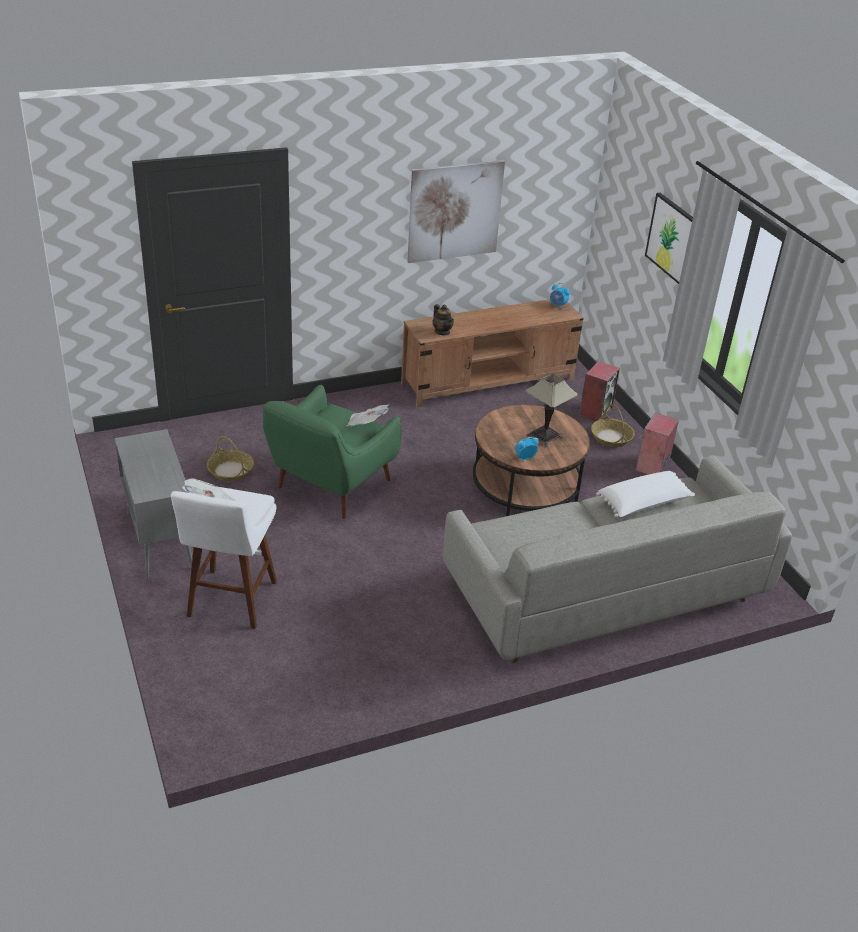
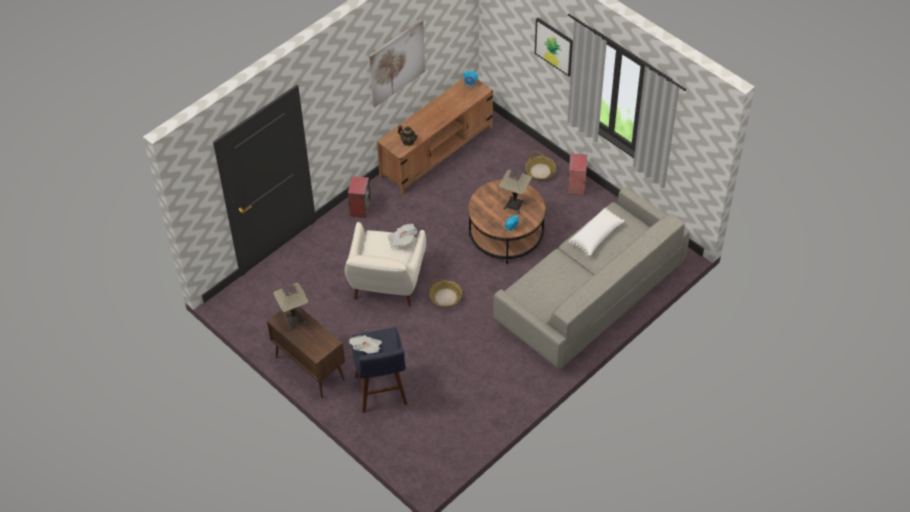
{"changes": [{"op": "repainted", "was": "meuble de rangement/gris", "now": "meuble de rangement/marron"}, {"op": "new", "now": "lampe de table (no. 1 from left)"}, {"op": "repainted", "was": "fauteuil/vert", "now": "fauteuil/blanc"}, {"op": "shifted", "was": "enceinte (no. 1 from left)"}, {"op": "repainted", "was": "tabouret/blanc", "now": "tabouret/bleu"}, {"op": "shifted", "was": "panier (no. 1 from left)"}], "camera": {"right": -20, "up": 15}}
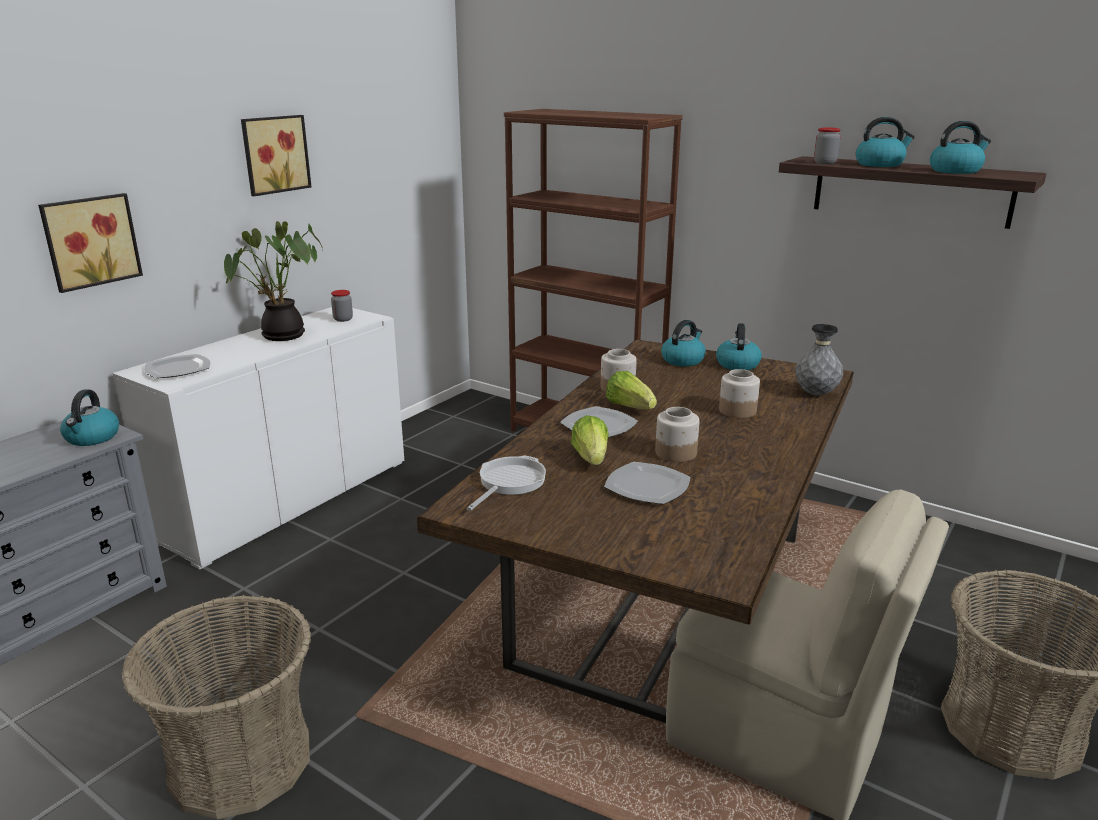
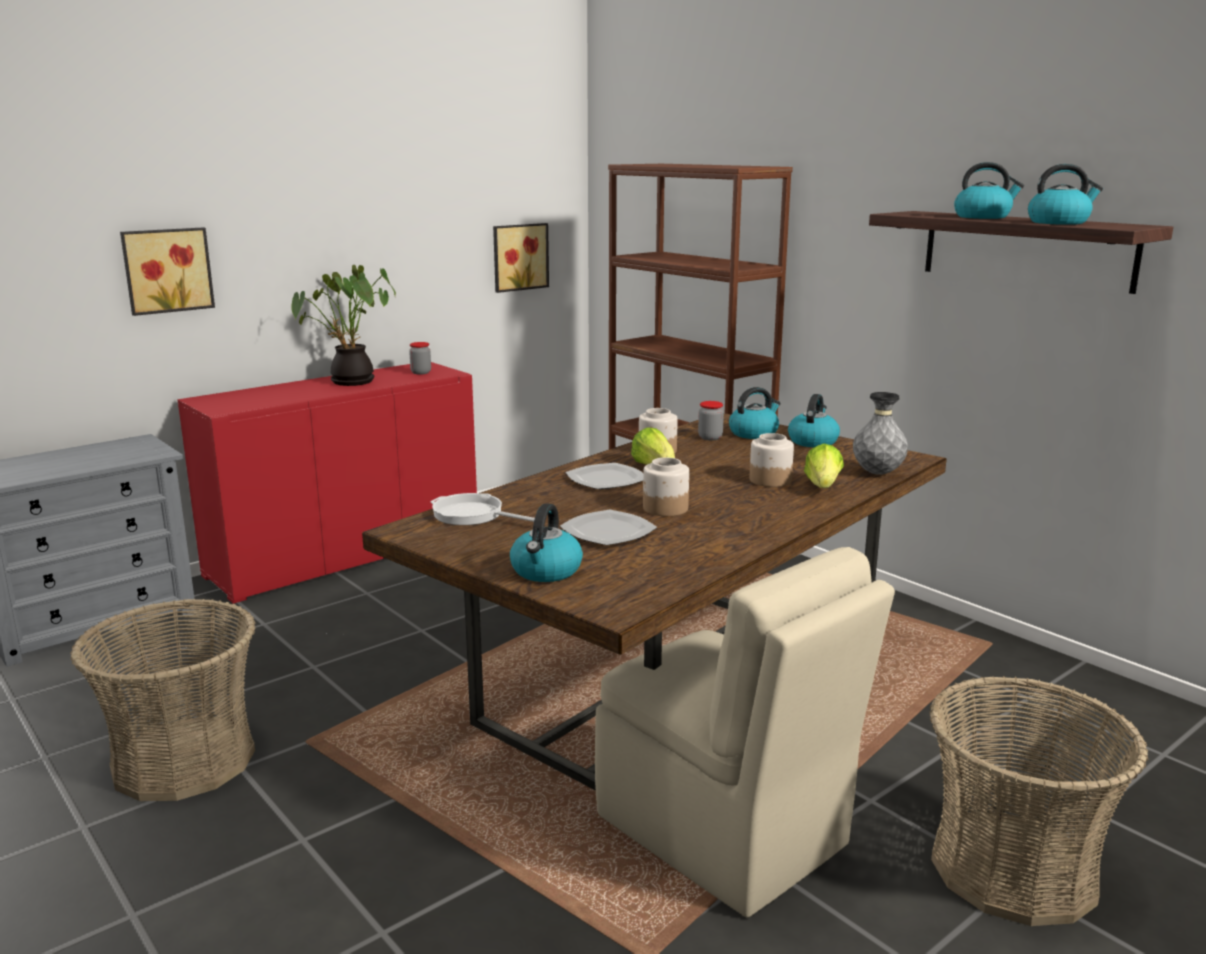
{"changes": [{"op": "repainted", "was": "meuble de rangement/blanc", "now": "meuble de rangement/rouge"}, {"op": "rotated", "was": "poêle", "clockwise": -105}, {"op": "shifted", "was": "tableau (no. 2 from left)"}, {"op": "shifted", "was": "bouilloire (no. 1 from left)"}, {"op": "shifted", "was": "bocal (no. 5 from left in the first image)", "now": "bocal (no. 4 from left)"}, {"op": "shifted", "was": "laitue (no. 1 from left in the first image)", "now": "laitue (no. 2 from left)"}, {"op": "gone", "was": "assiette (no. 1 from left)"}], "camera": {"right": 15, "up": -5}}
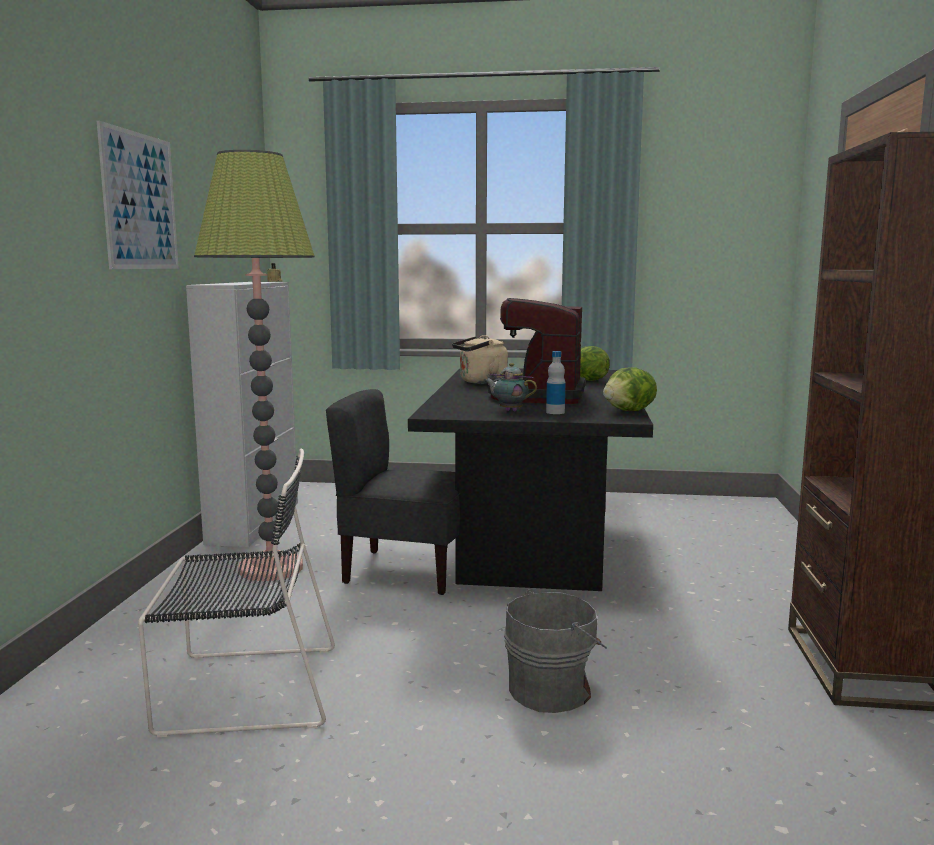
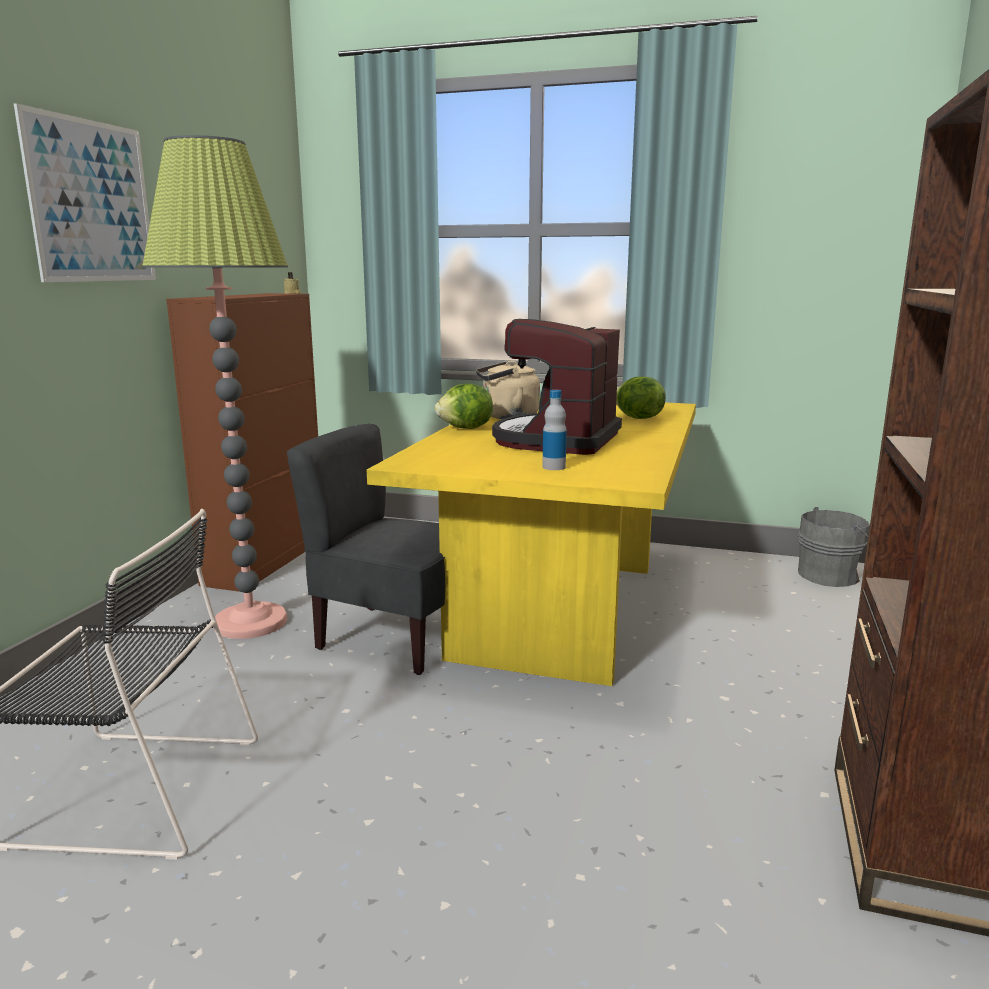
{"changes": [{"op": "repainted", "was": "meuble de rangement/blanc", "now": "meuble de rangement/marron"}, {"op": "repainted", "was": "table à manger/noir", "now": "table à manger/jaune"}, {"op": "shifted", "was": "laitue (no. 2 from left in the first image)", "now": "laitue (no. 1 from left)"}, {"op": "shifted", "was": "seau/gris"}, {"op": "gone", "was": "théière"}], "camera": {"right": 10, "up": 5}}
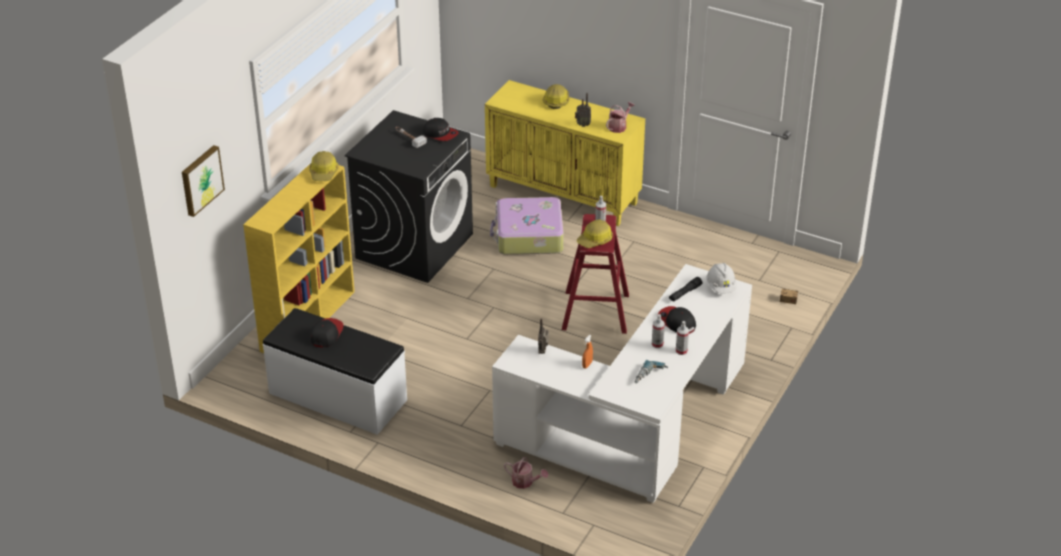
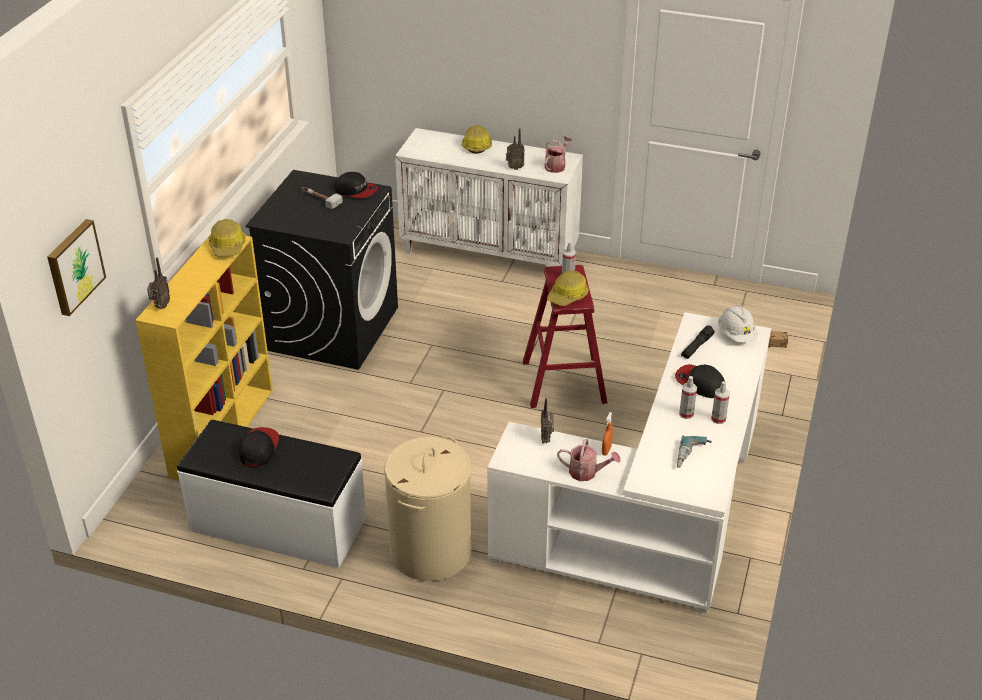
{"changes": [{"op": "new", "now": "radio (no. 1 from left)"}, {"op": "new", "now": "panier à linge/beige"}, {"op": "repainted", "was": "meuble de rangement/jaune", "now": "meuble de rangement/blanc"}, {"op": "shifted", "was": "arrosoir (no. 1 from left in the first image)", "now": "arrosoir (no. 2 from left)"}, {"op": "gone", "was": "valise"}], "camera": {"right": -10, "up": 0}}
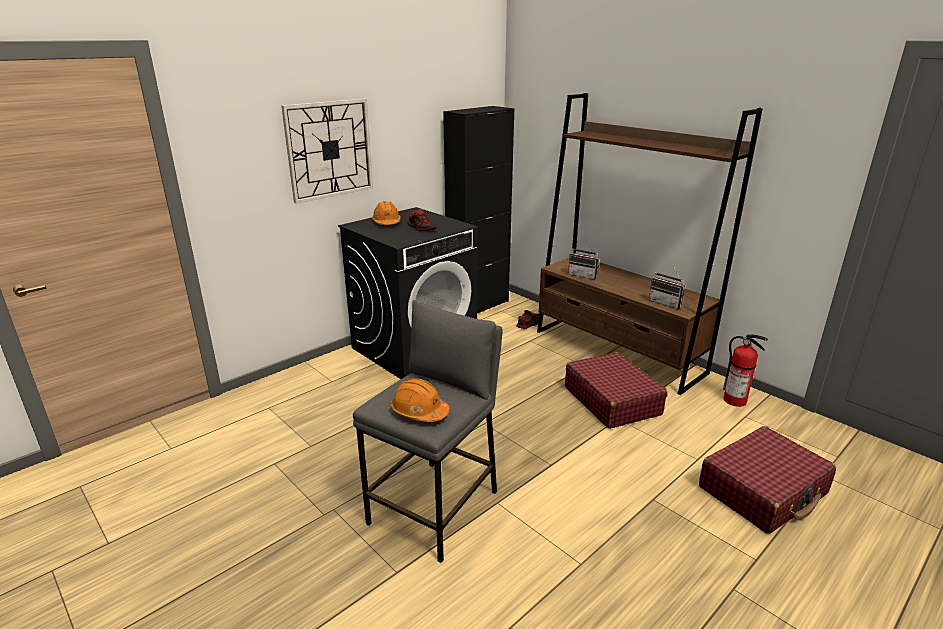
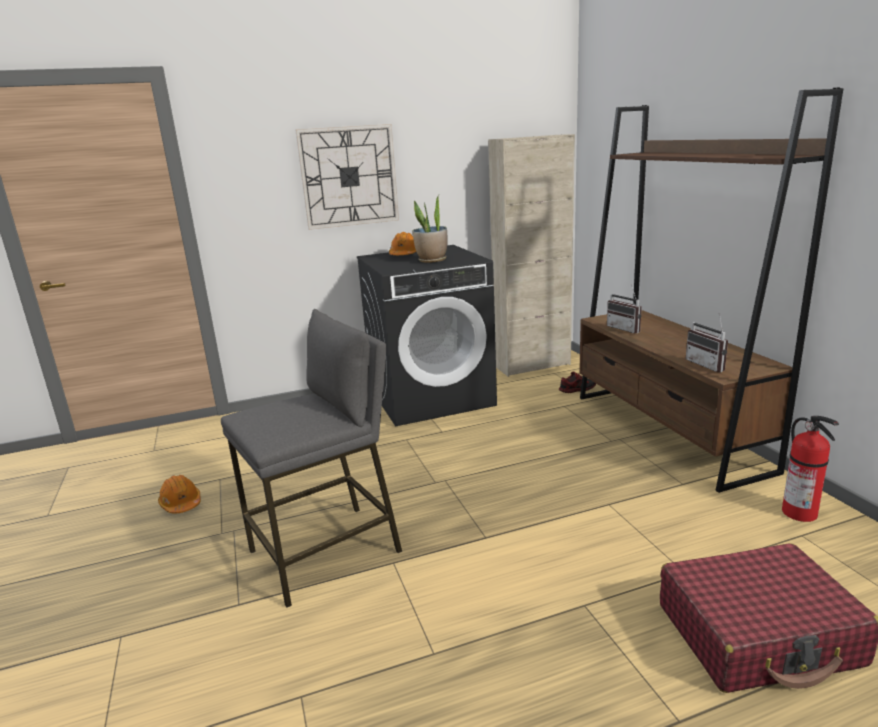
{"changes": [{"op": "shifted", "was": "casque de chantier/orange (no. 2 from left in the first image)", "now": "casque de chantier/orange (no. 1 from left)"}, {"op": "swapped", "was": "chaussure (no. 1 from left)", "now": "plante en pot"}, {"op": "repainted", "was": "meuble de rangement/noir", "now": "meuble de rangement/beige"}, {"op": "gone", "was": "valise/rouge (no. 1 from left)"}], "camera": {"right": 25, "up": -5}}
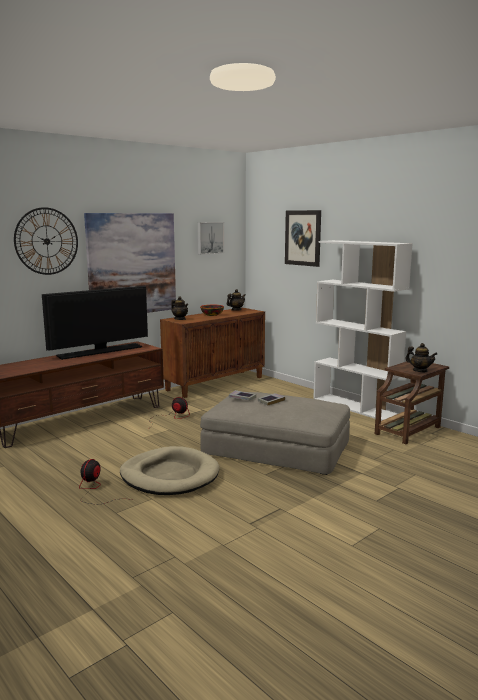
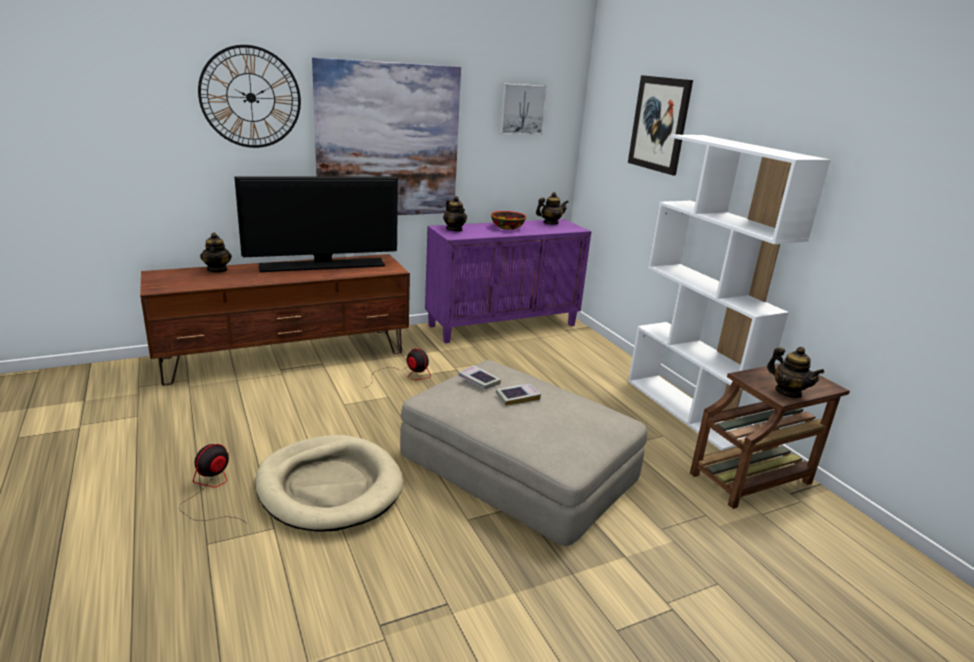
{"changes": [{"op": "new", "now": "théière (no. 1 from left)"}, {"op": "repainted", "was": "meuble de rangement/marron", "now": "meuble de rangement/violet"}], "camera": {"right": 15, "up": 10}}
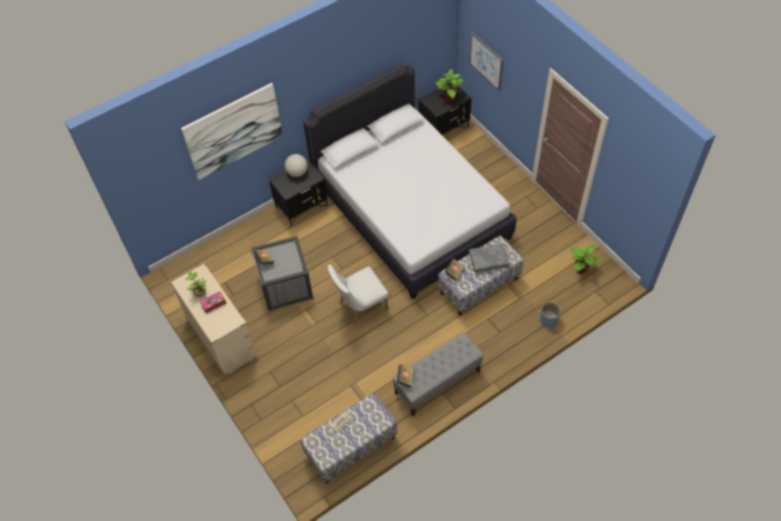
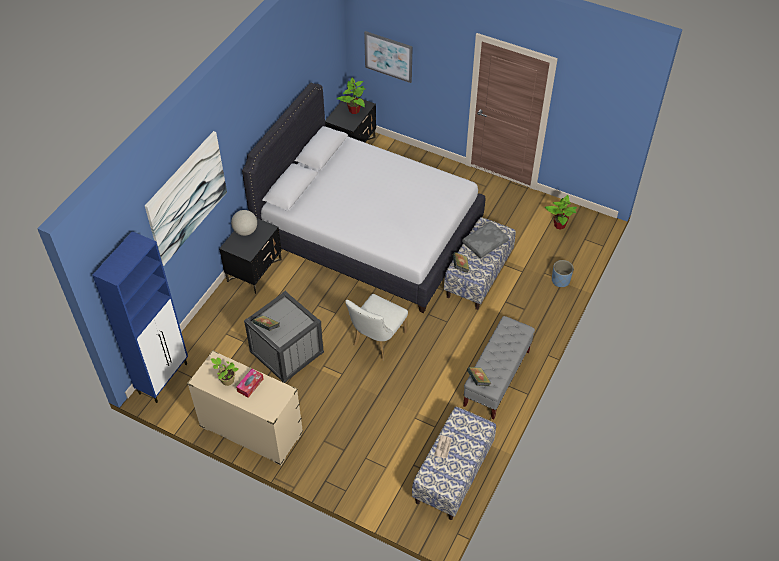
{"changes": [{"op": "new", "now": "meuble de rangement/bleu"}], "camera": {"right": -30, "up": -5}}
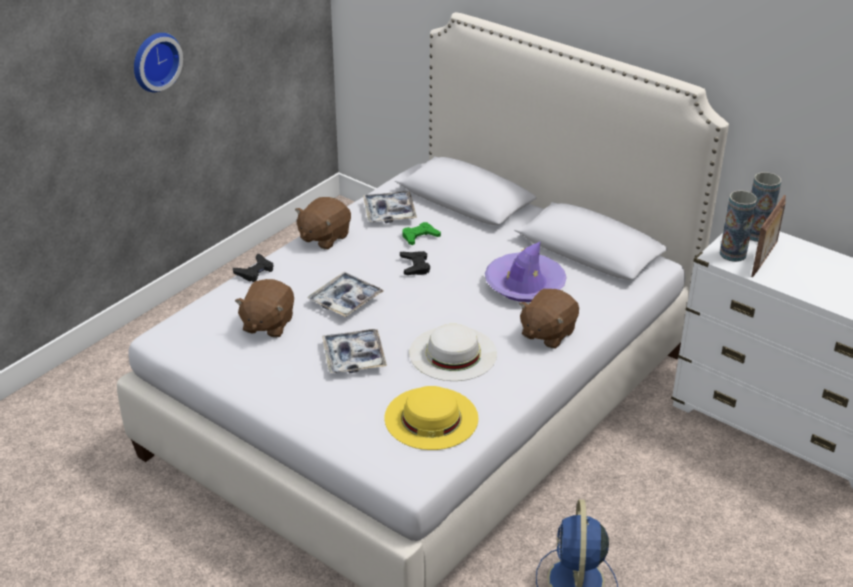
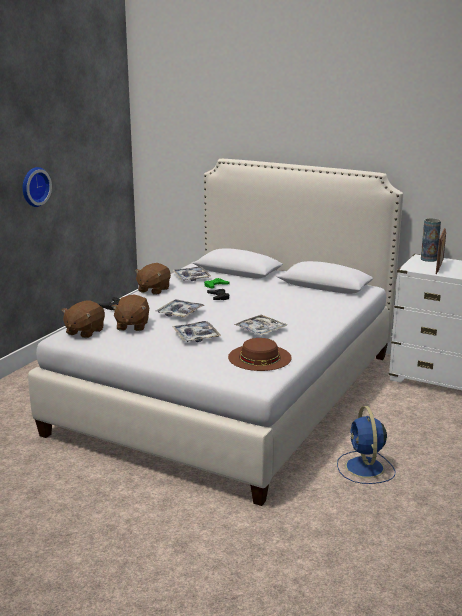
{"changes": [{"op": "shifted", "was": "peluche/marron (no. 3 from left in the first image)", "now": "peluche/marron (no. 1 from left)"}, {"op": "repainted", "was": "chapeau/jaune", "now": "chapeau/marron"}, {"op": "swapped", "was": "chapeau/blanc", "now": "plateau (no. 4 from left)"}, {"op": "gone", "was": "chapeau/violet"}, {"op": "gone", "was": "vase (no. 1 from left)"}], "camera": {"right": -10, "up": -15}}
